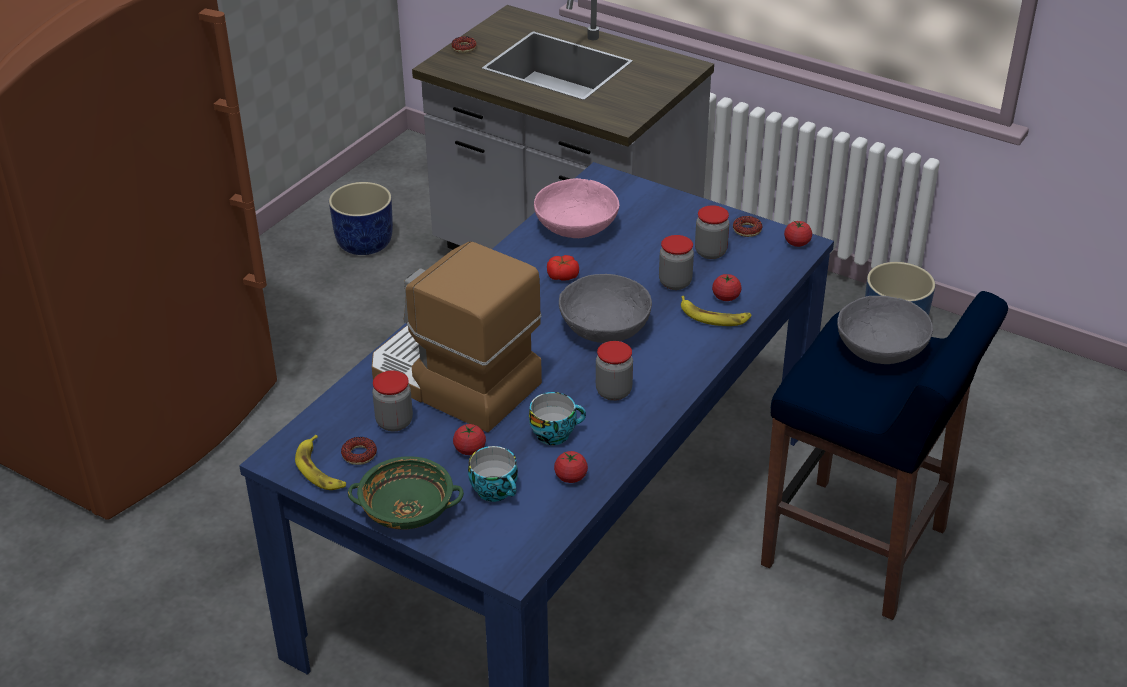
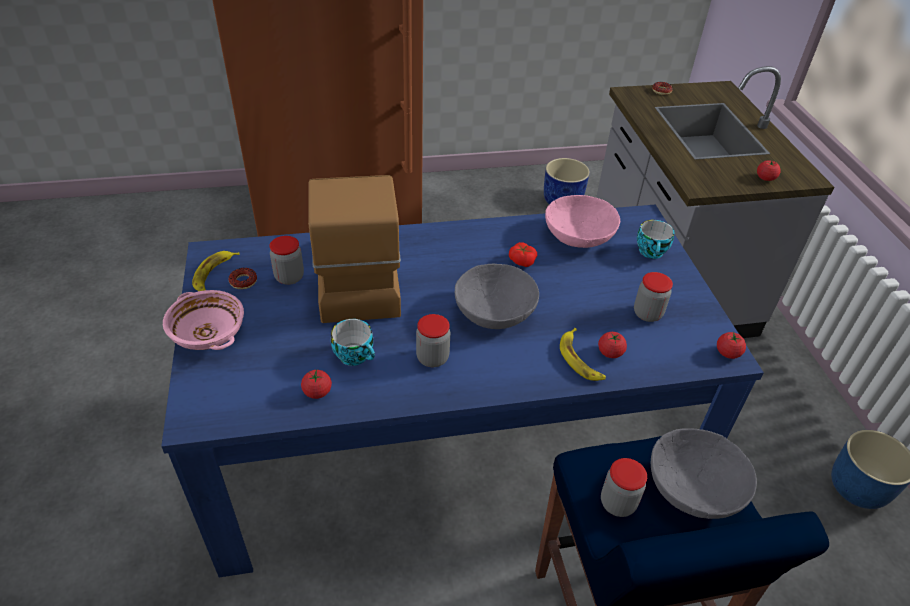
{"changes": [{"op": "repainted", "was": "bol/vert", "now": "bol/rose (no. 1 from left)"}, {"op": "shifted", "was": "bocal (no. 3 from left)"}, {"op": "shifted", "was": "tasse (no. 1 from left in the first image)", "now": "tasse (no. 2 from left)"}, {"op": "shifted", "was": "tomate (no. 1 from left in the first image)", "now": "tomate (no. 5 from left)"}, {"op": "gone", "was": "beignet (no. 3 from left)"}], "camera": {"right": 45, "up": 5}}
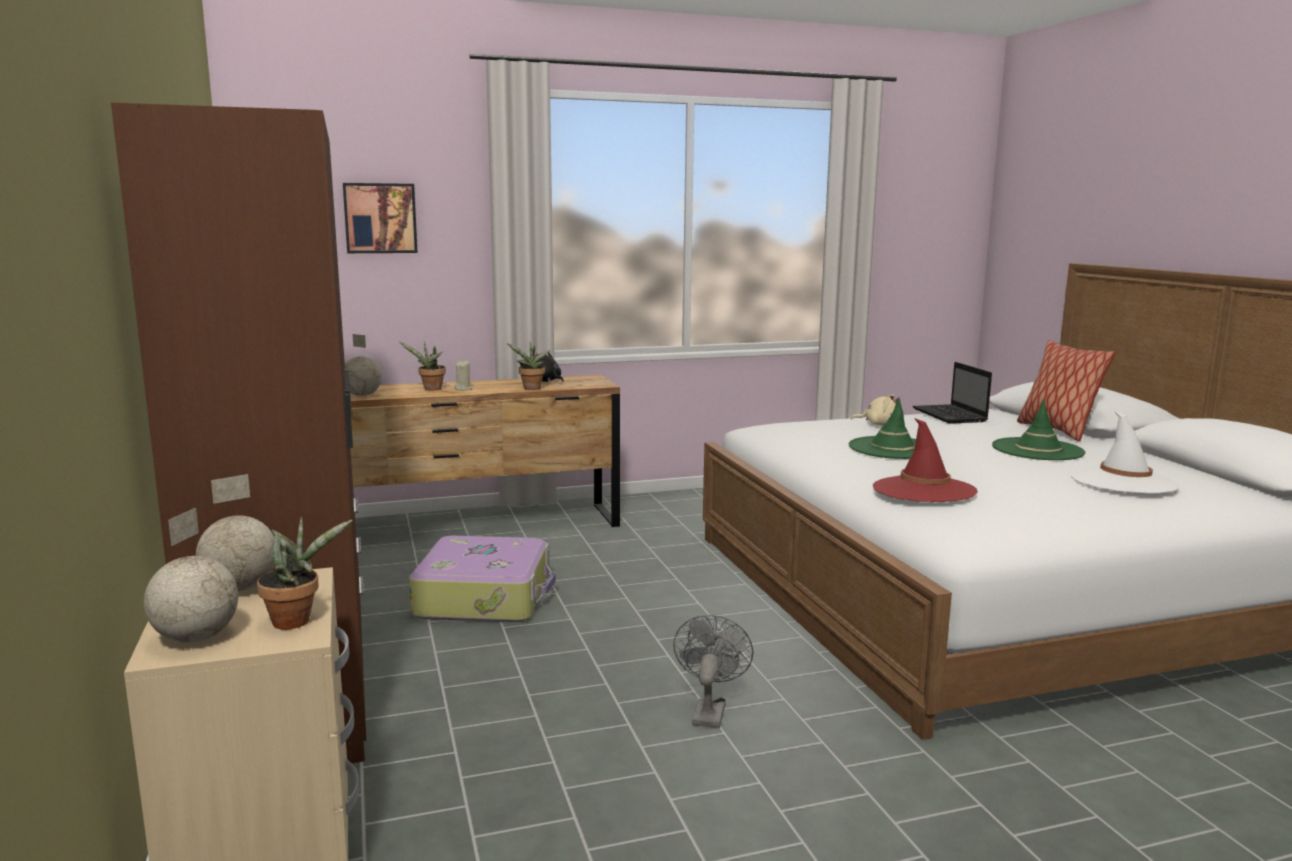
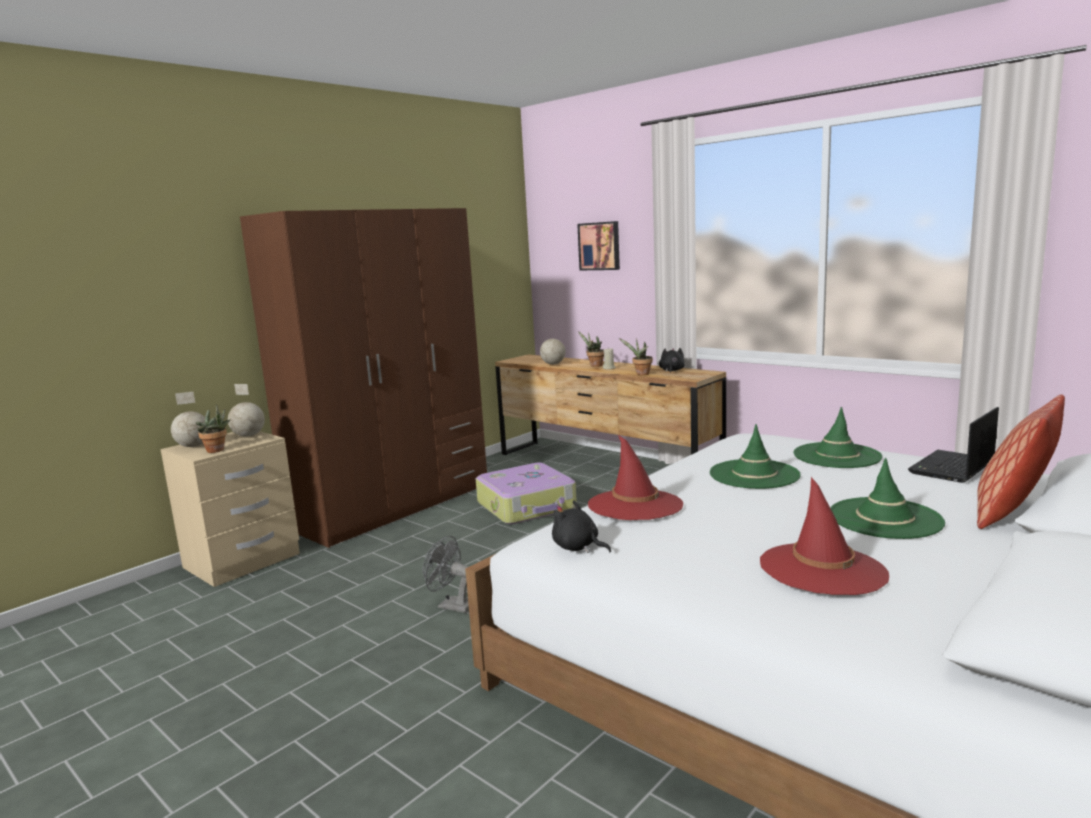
{"changes": [{"op": "rotated", "was": "ventilateur/gris", "clockwise": -135}, {"op": "new", "now": "peluche/noir (no. 1 from left)"}, {"op": "repainted", "was": "chapeau/blanc", "now": "chapeau/rouge (no. 2 from left)"}, {"op": "swapped", "was": "peluche/beige", "now": "chapeau/vert (no. 2 from left)"}], "camera": {"right": 60, "up": 0}}
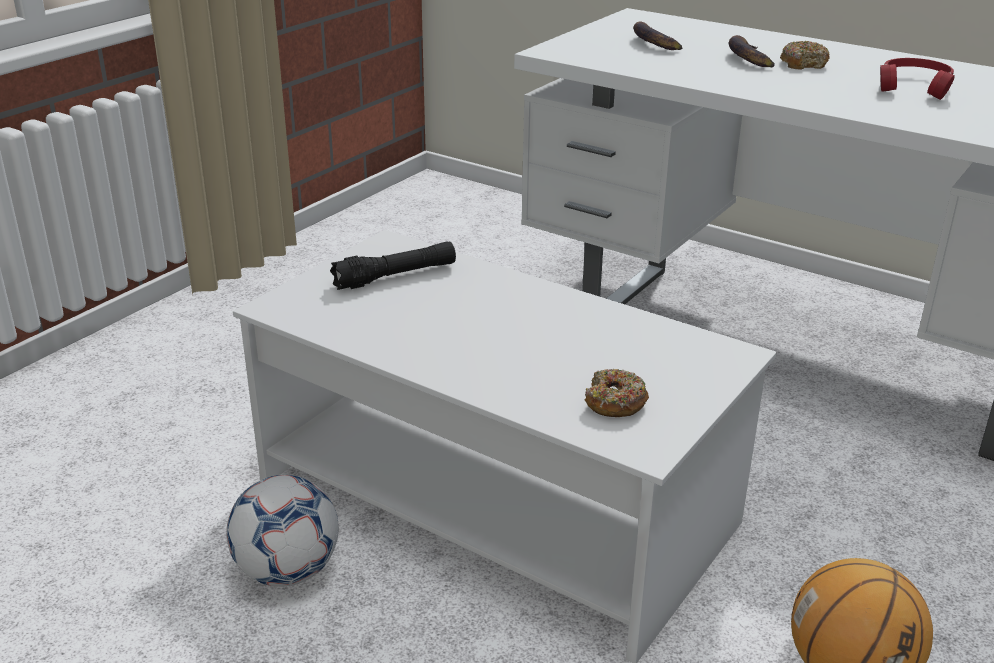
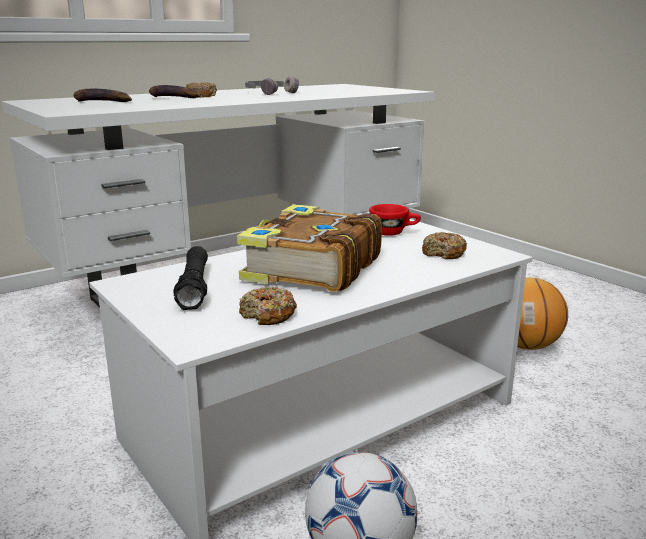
{"changes": [{"op": "new", "now": "livre"}, {"op": "new", "now": "beignet (no. 2 from left)"}, {"op": "repainted", "was": "casque audio/rouge", "now": "casque audio/gris"}, {"op": "new", "now": "tasse/rouge"}], "camera": {"right": -70, "up": -10}}
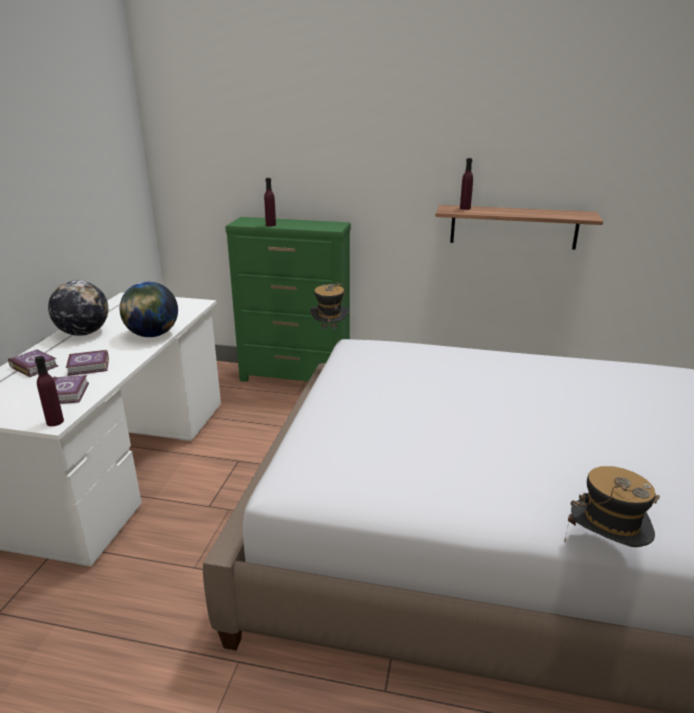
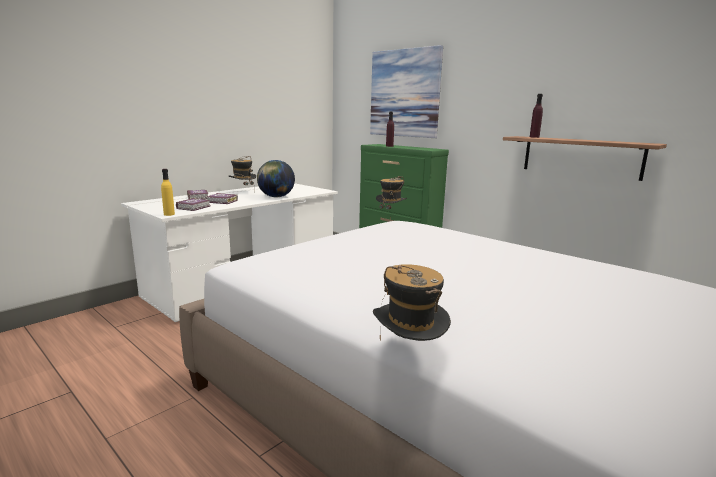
{"changes": [{"op": "repainted", "was": "bouteille/violet (no. 1 from left)", "now": "bouteille/jaune"}, {"op": "swapped", "was": "globe (no. 1 from left)", "now": "chapeau (no. 1 from left)"}, {"op": "new", "now": "tableau"}], "camera": {"right": 30, "up": -10}}
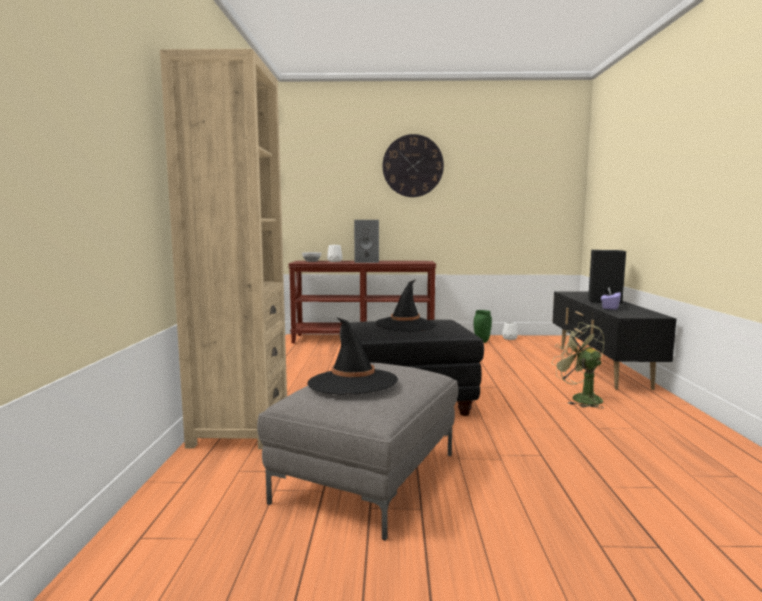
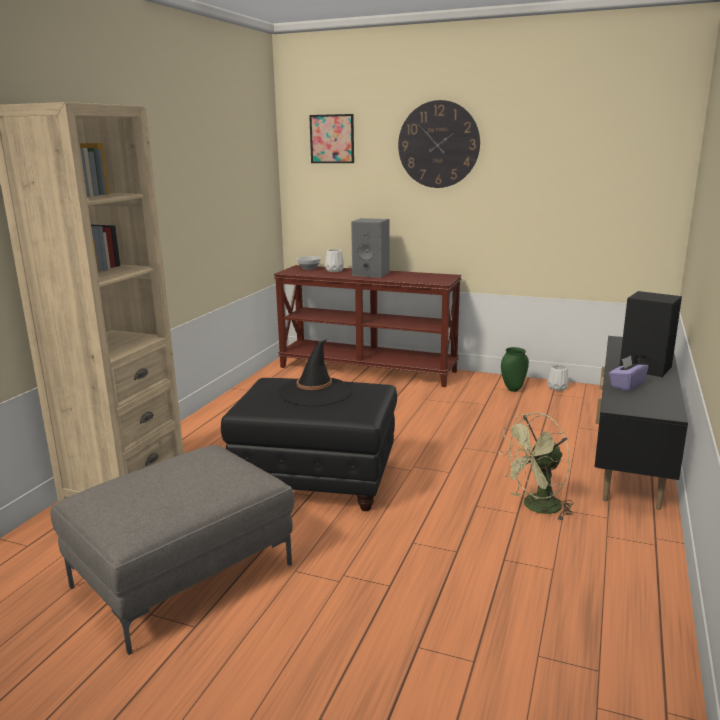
{"changes": [{"op": "new", "now": "tableau"}, {"op": "rotated", "was": "ventilateur/vert", "clockwise": -105}, {"op": "gone", "was": "chapeau/noir (no. 1 from left)"}], "camera": {"right": 20, "up": 10}}
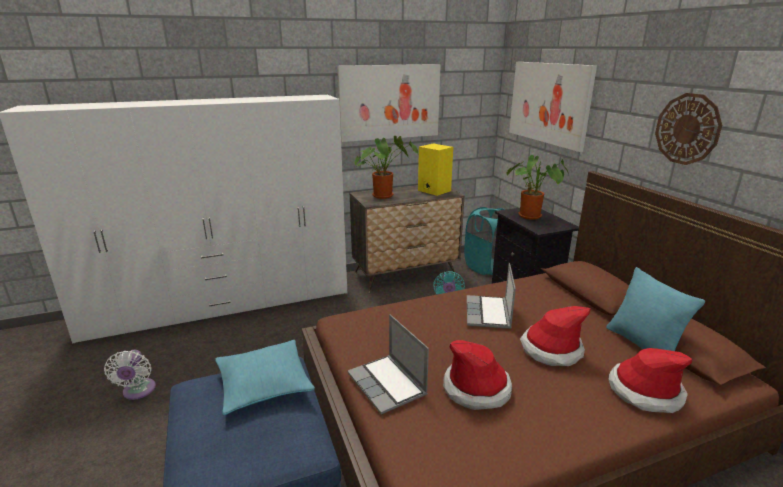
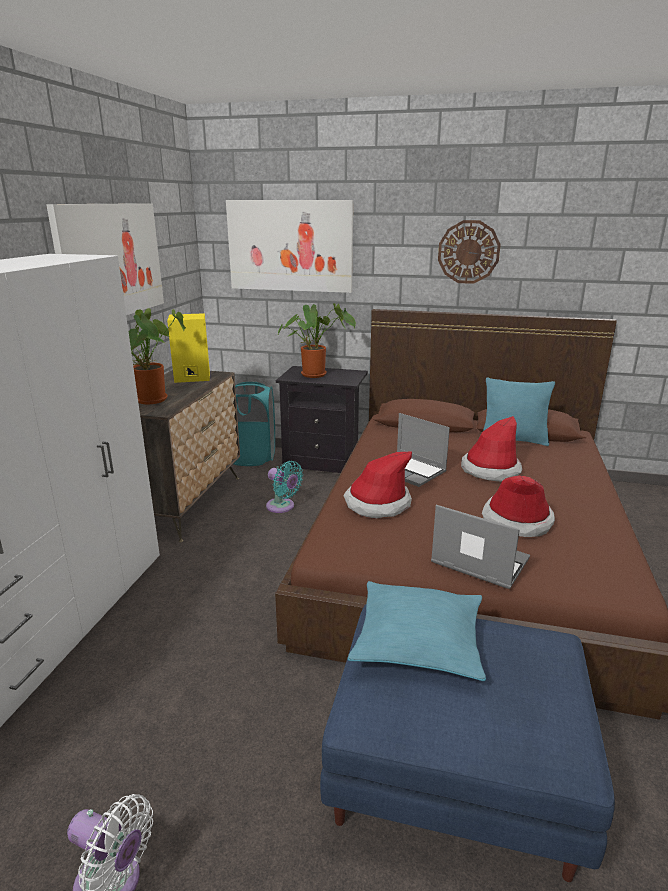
{"changes": [{"op": "shifted", "was": "chapeau (no. 3 from left in the first image)", "now": "chapeau (no. 1 from left)"}, {"op": "rotated", "was": "ordinateur portable (no. 1 from left in the first image)", "clockwise": -150}], "camera": {"right": -55, "up": 0}}
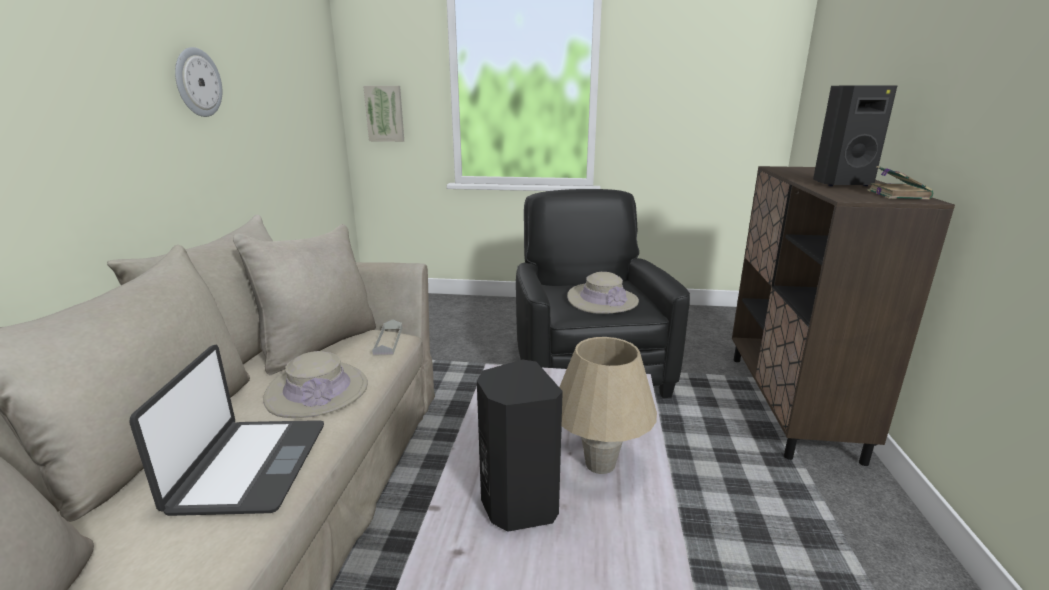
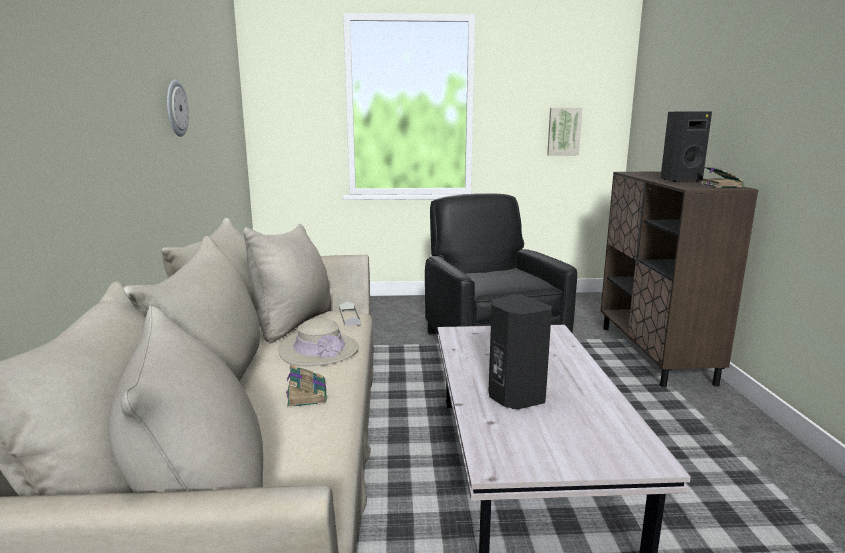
{"changes": [{"op": "swapped", "was": "ordinateur portable", "now": "livre (no. 1 from left)"}, {"op": "shifted", "was": "tableau"}, {"op": "gone", "was": "lampe de table/beige"}, {"op": "gone", "was": "chapeau/beige (no. 2 from left)"}], "camera": {"right": -10, "up": -5}}
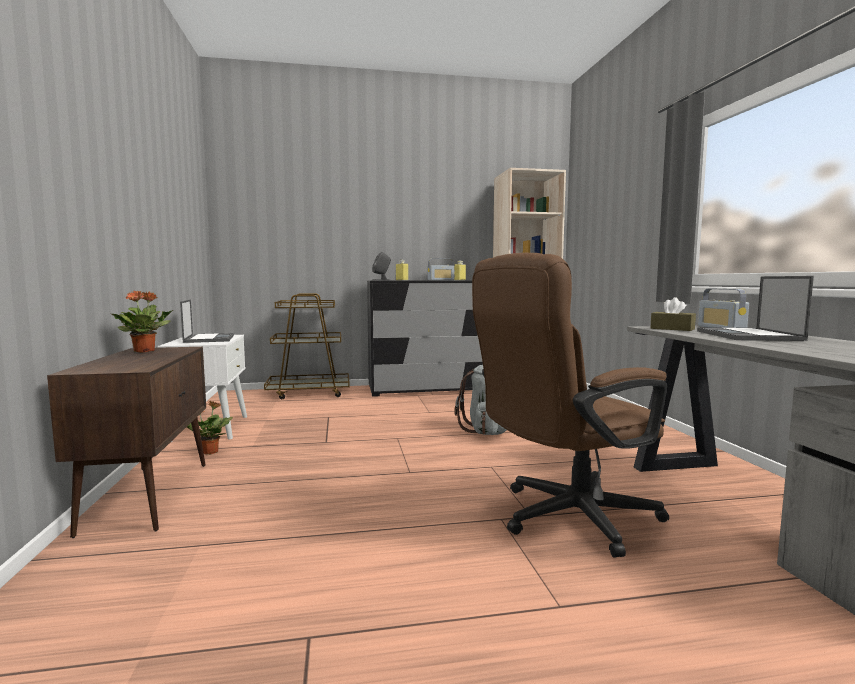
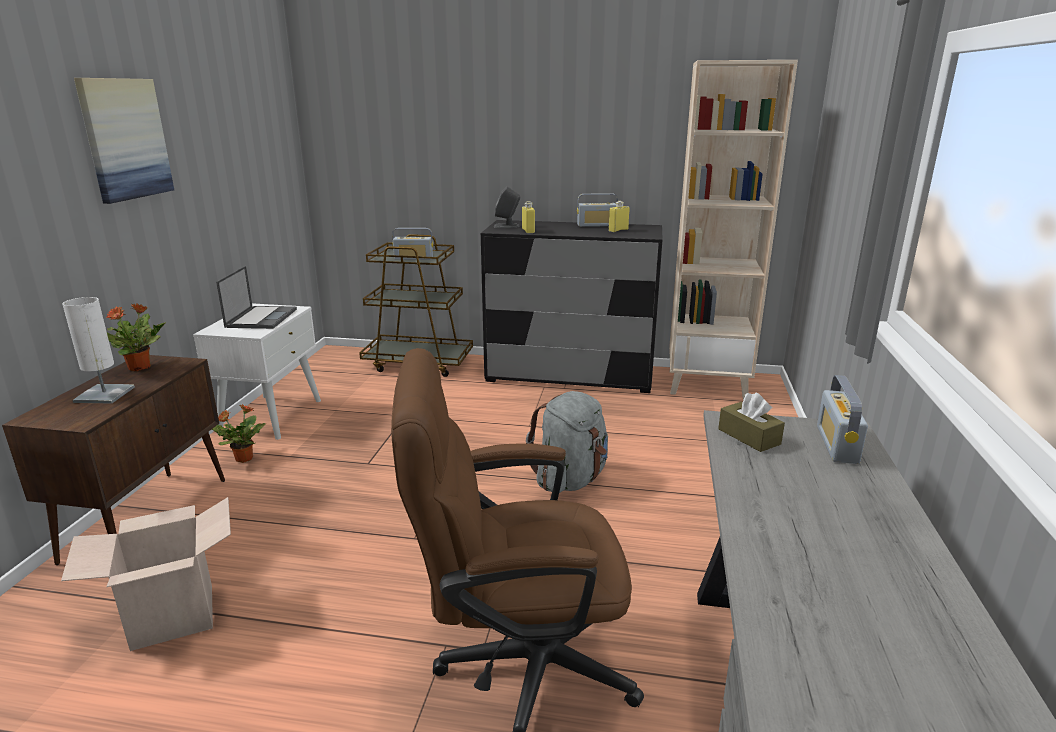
{"changes": [{"op": "new", "now": "carton"}, {"op": "new", "now": "lampe de table/blanc"}, {"op": "new", "now": "tableau"}, {"op": "new", "now": "radio (no. 1 from left)"}, {"op": "gone", "was": "ordinateur portable (no. 2 from left)"}], "camera": {"right": 20, "up": 15}}
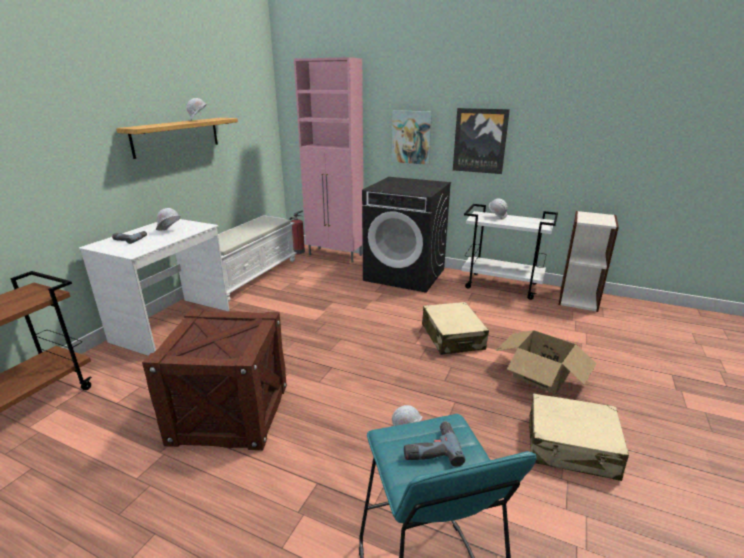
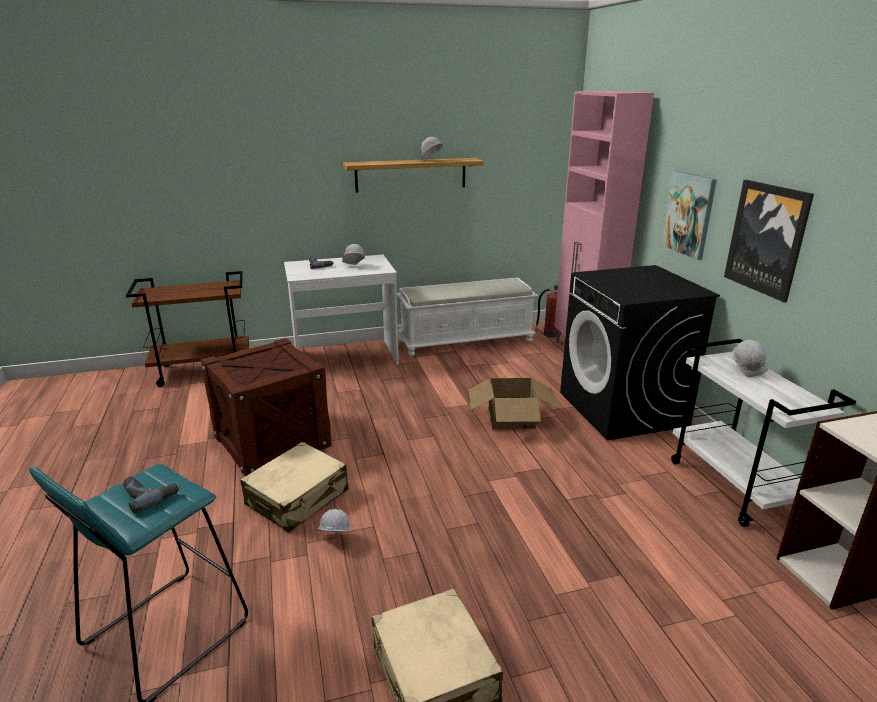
{"changes": [{"op": "shifted", "was": "valise/beige (no. 1 from left)"}, {"op": "shifted", "was": "carton"}], "camera": {"right": 50, "up": 0}}
